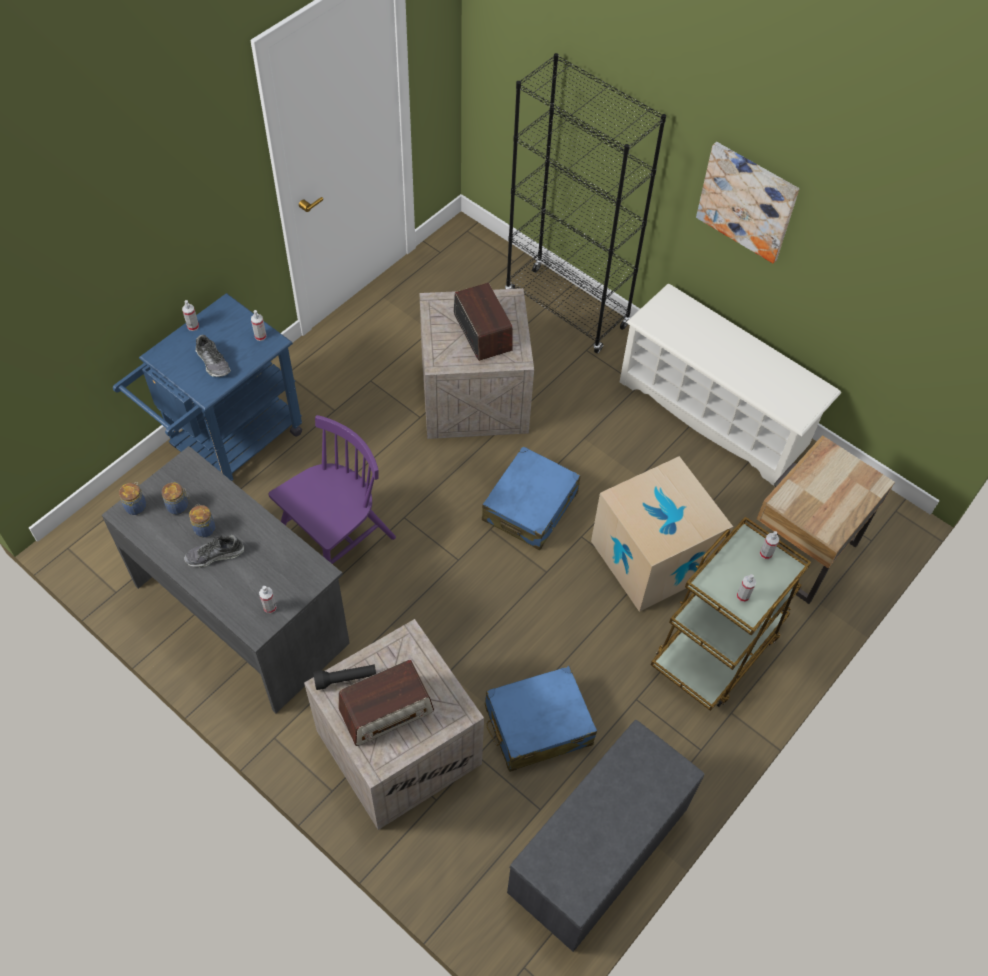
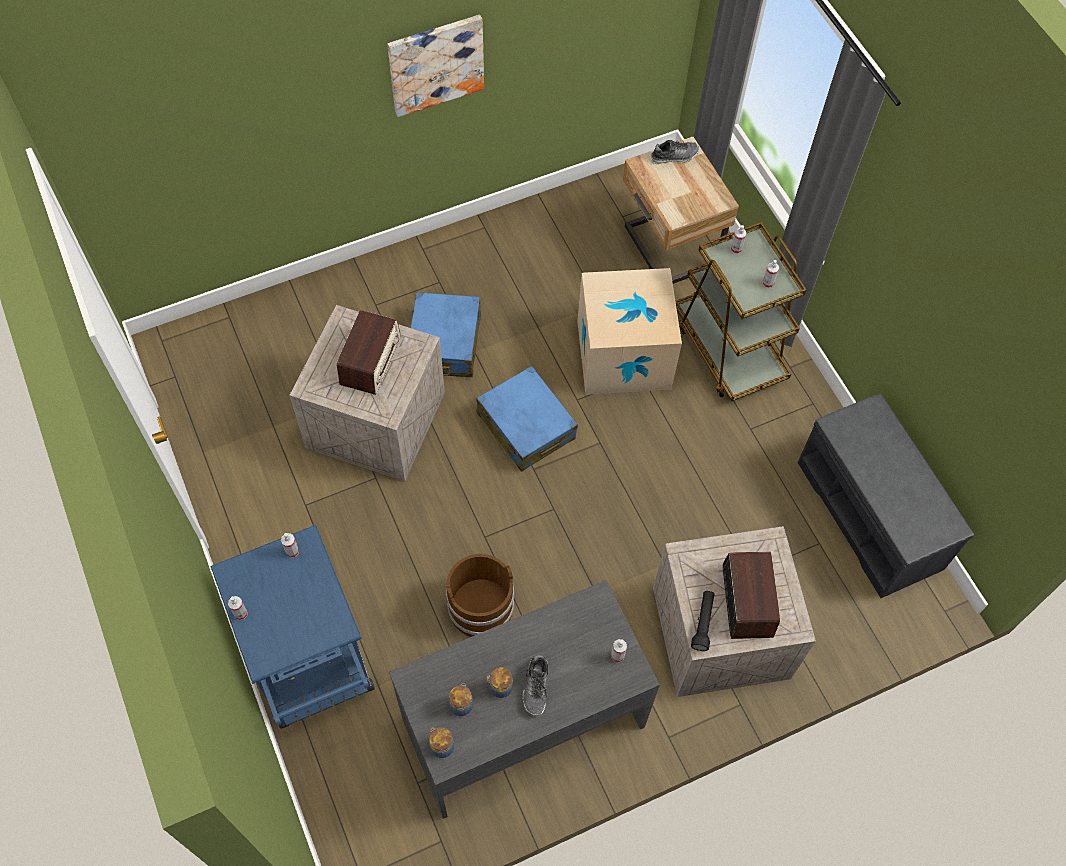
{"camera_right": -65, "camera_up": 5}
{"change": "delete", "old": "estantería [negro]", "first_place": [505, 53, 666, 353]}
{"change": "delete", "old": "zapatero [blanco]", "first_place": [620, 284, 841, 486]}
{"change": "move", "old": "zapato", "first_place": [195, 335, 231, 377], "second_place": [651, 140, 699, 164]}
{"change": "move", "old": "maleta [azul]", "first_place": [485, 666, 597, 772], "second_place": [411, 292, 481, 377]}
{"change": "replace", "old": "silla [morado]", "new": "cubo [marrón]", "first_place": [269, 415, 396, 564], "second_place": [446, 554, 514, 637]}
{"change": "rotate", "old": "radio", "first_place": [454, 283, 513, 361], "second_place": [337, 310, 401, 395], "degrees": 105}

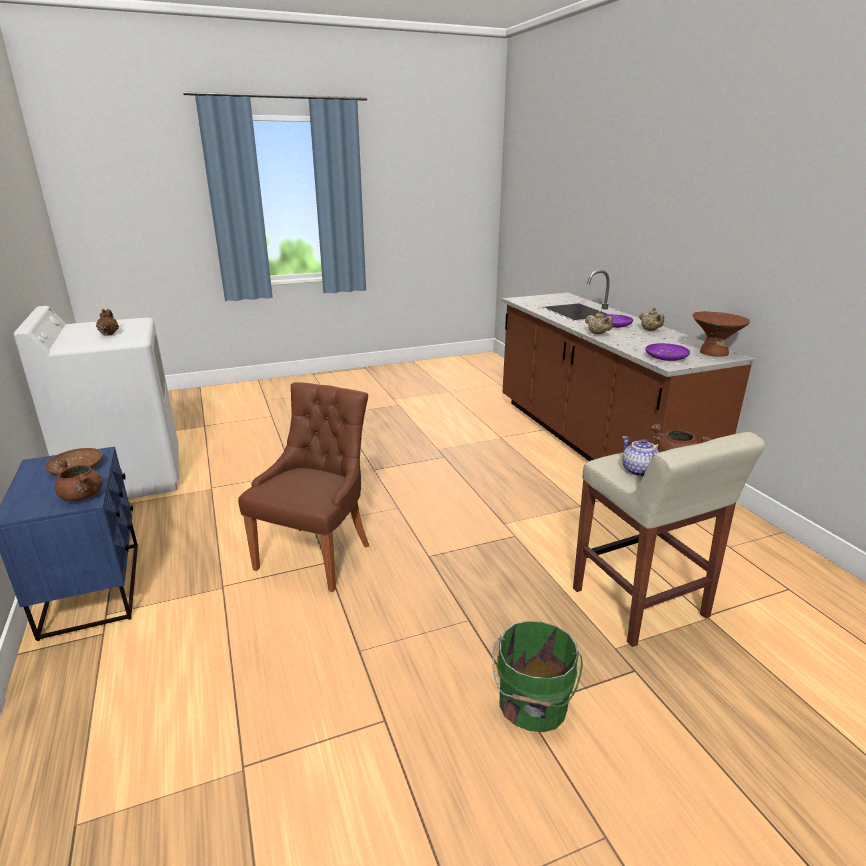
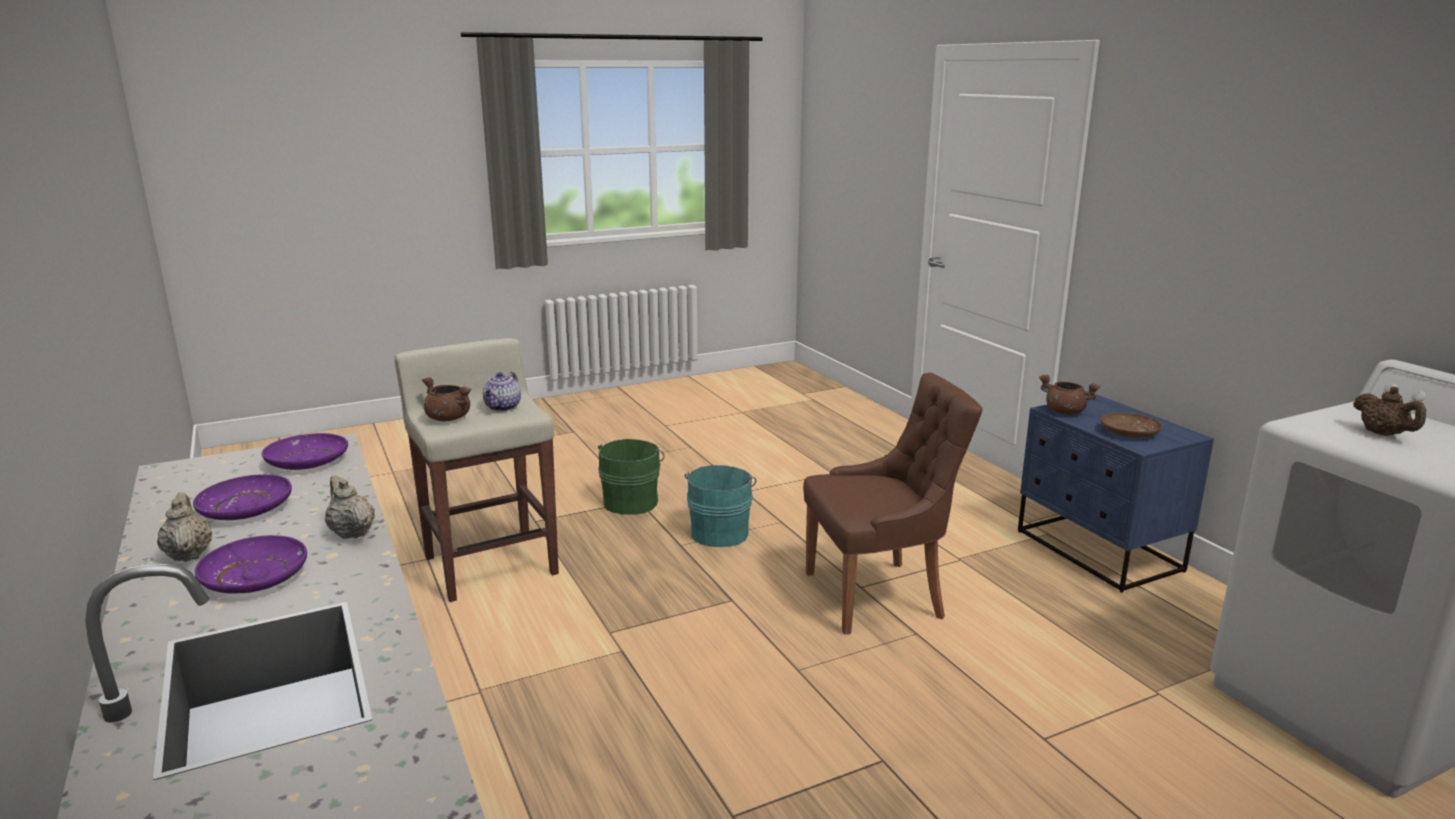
{"camera_right": 175, "camera_up": -5}
{"change": "delete", "old": "cuenco [marrón]", "first_place": [692, 311, 750, 357]}
{"change": "insert", "new": "plato [morado]", "second_place": [193, 474, 292, 520]}
{"change": "insert", "new": "cubo [turquesa]", "second_place": [685, 465, 756, 547]}
{"change": "rotate", "old": "silla [marrón]", "first_place": [238, 382, 369, 592], "second_place": [803, 373, 982, 634], "degrees": -120}
{"change": "rotate", "old": "tetera", "first_place": [622, 436, 659, 477], "second_place": [483, 372, 521, 412], "degrees": 45}

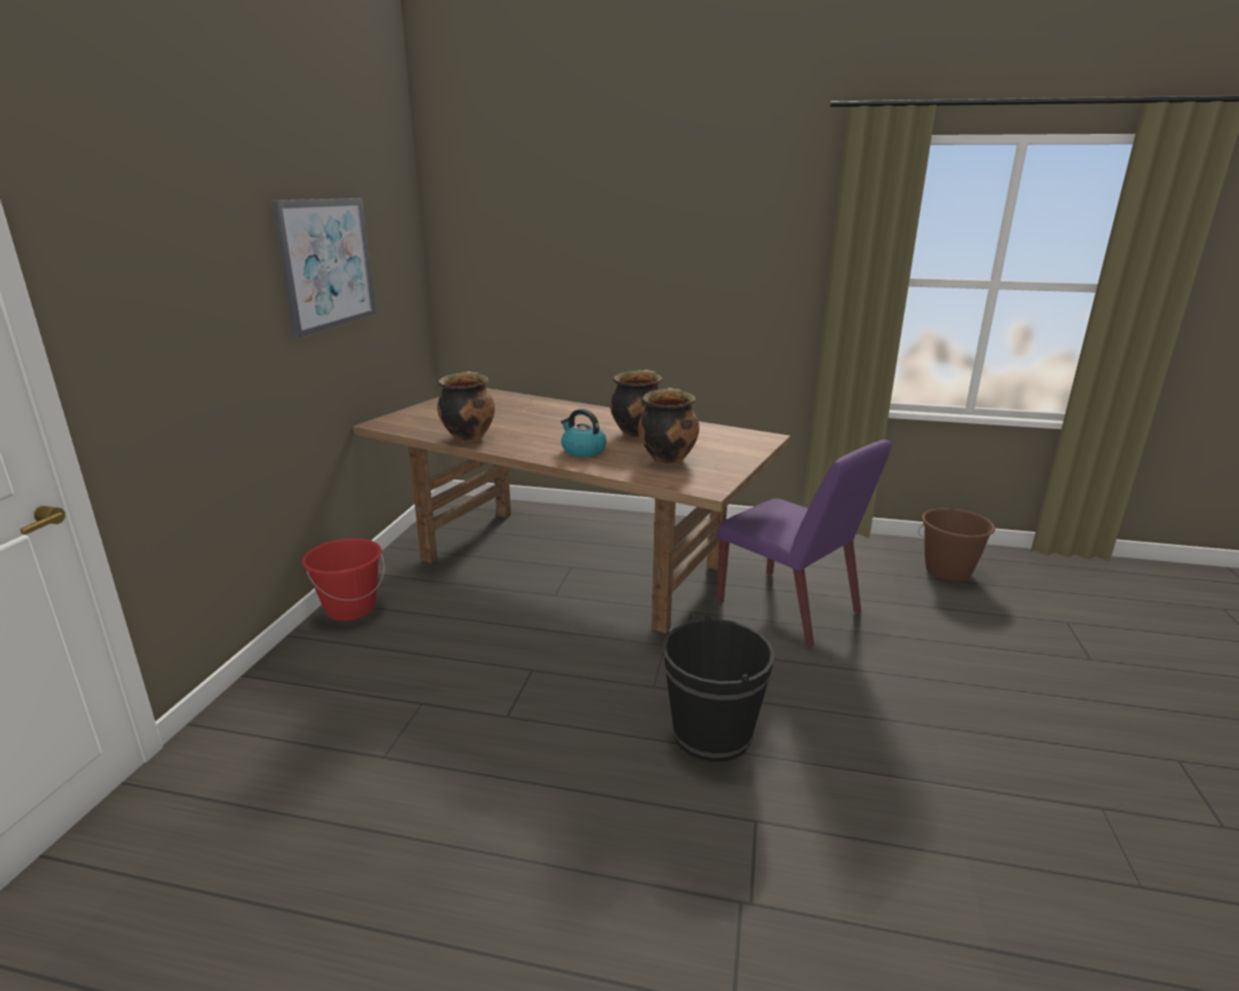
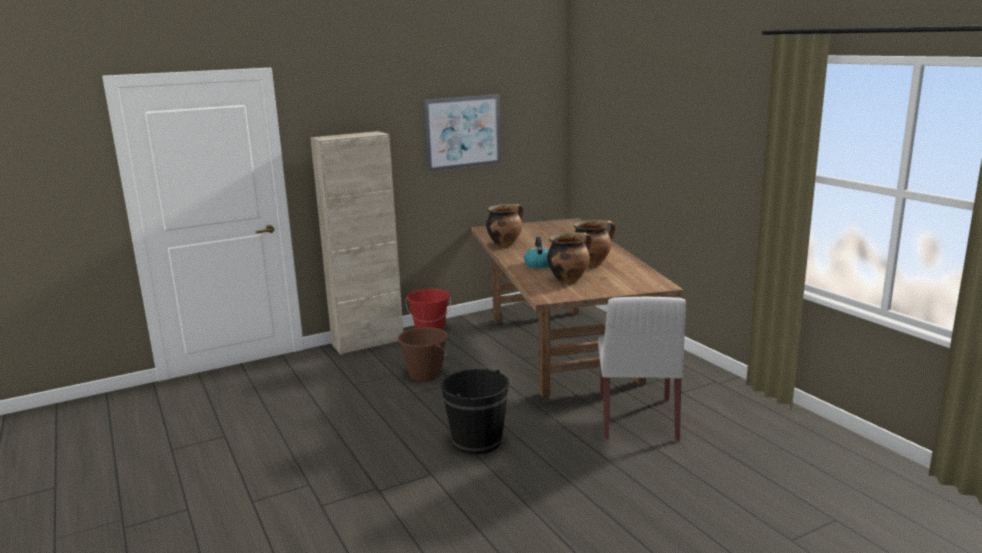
{"camera_right": 50, "camera_up": -5}
{"change": "insert", "new": "armario [beis]", "second_place": [310, 131, 403, 355]}
{"change": "move", "old": "cubo [marrón]", "first_place": [918, 508, 995, 582], "second_place": [398, 327, 448, 381]}
{"change": "recolor", "old": "silla [morado]", "new": "silla [blanco]", "first_place": [716, 440, 892, 648], "second_place": [598, 297, 686, 441]}

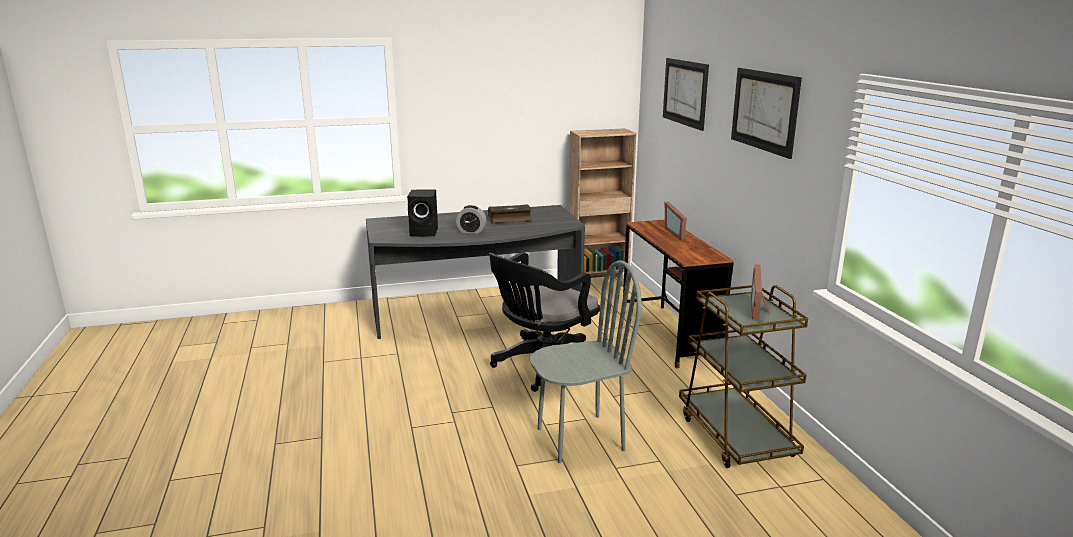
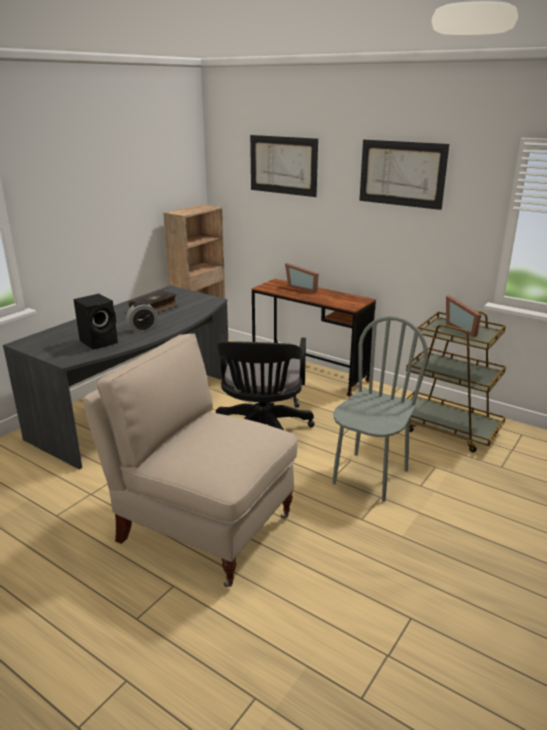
{"camera_right": -40, "camera_up": 5}
{"change": "insert", "new": "silla [beis]", "second_place": [83, 333, 298, 587]}

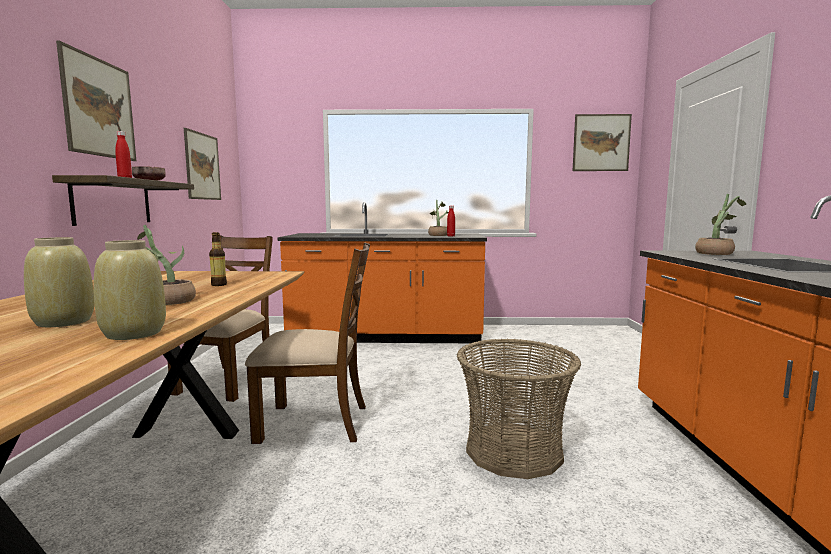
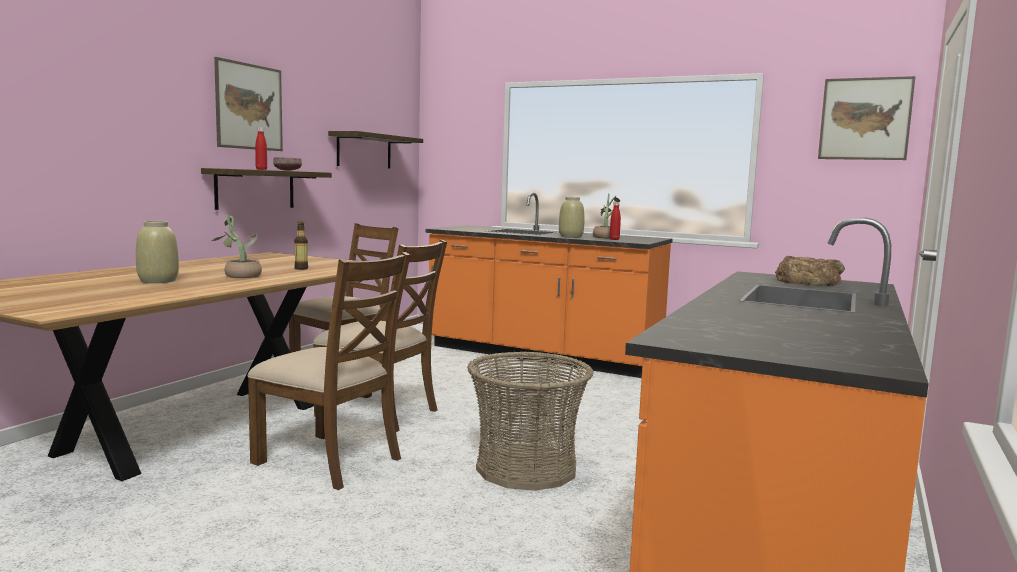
{"camera_right": 25, "camera_up": 0}
{"change": "insert", "new": "silla [marrón]", "second_place": [248, 252, 411, 490]}
{"change": "move", "old": "florero [beis]", "first_place": [94, 240, 166, 340], "second_place": [559, 197, 584, 238]}
{"change": "replace", "old": "cuadro", "new": "estante", "first_place": [184, 128, 221, 200], "second_place": [328, 131, 423, 169]}
{"change": "replace", "old": "planta en maceta", "new": "pan", "first_place": [695, 194, 746, 255], "second_place": [775, 256, 845, 286]}

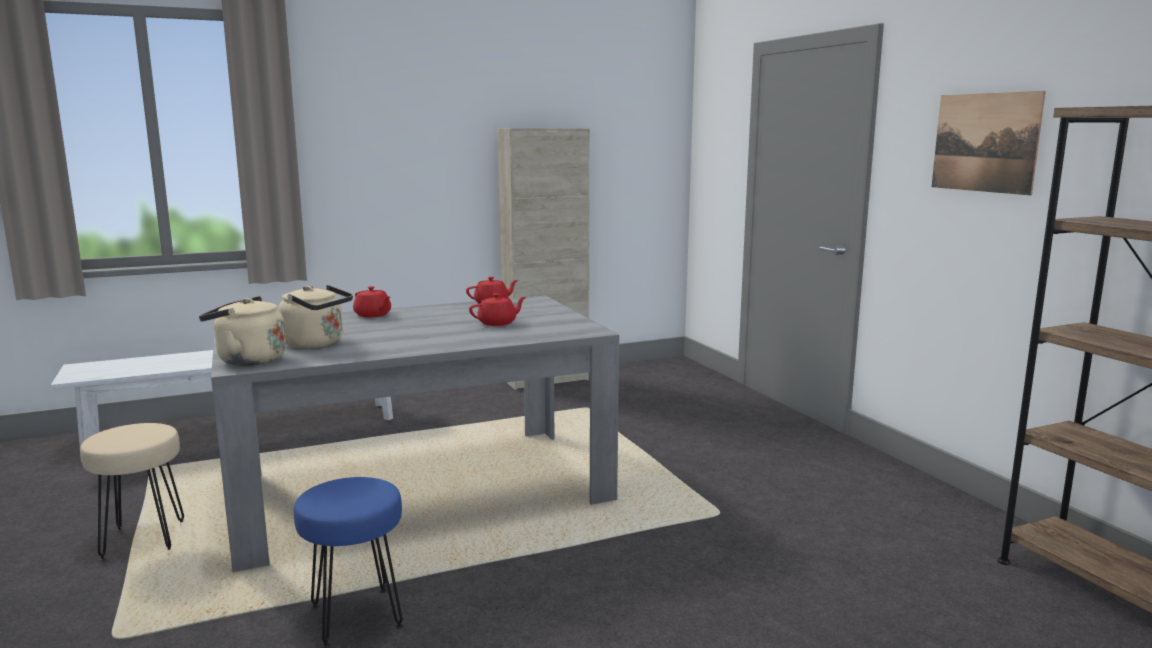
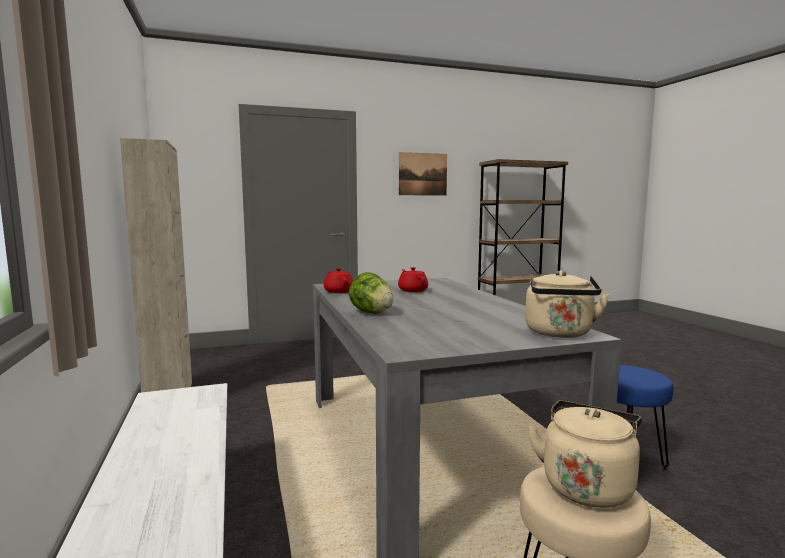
{"camera_right": -85, "camera_up": -5}
{"change": "move", "old": "hervidor [beis]", "first_place": [278, 285, 353, 348], "second_place": [527, 400, 642, 508]}
{"change": "replace", "old": "tetera [rojo]", "new": "lechuga", "first_place": [353, 286, 391, 317], "second_place": [349, 272, 394, 314]}

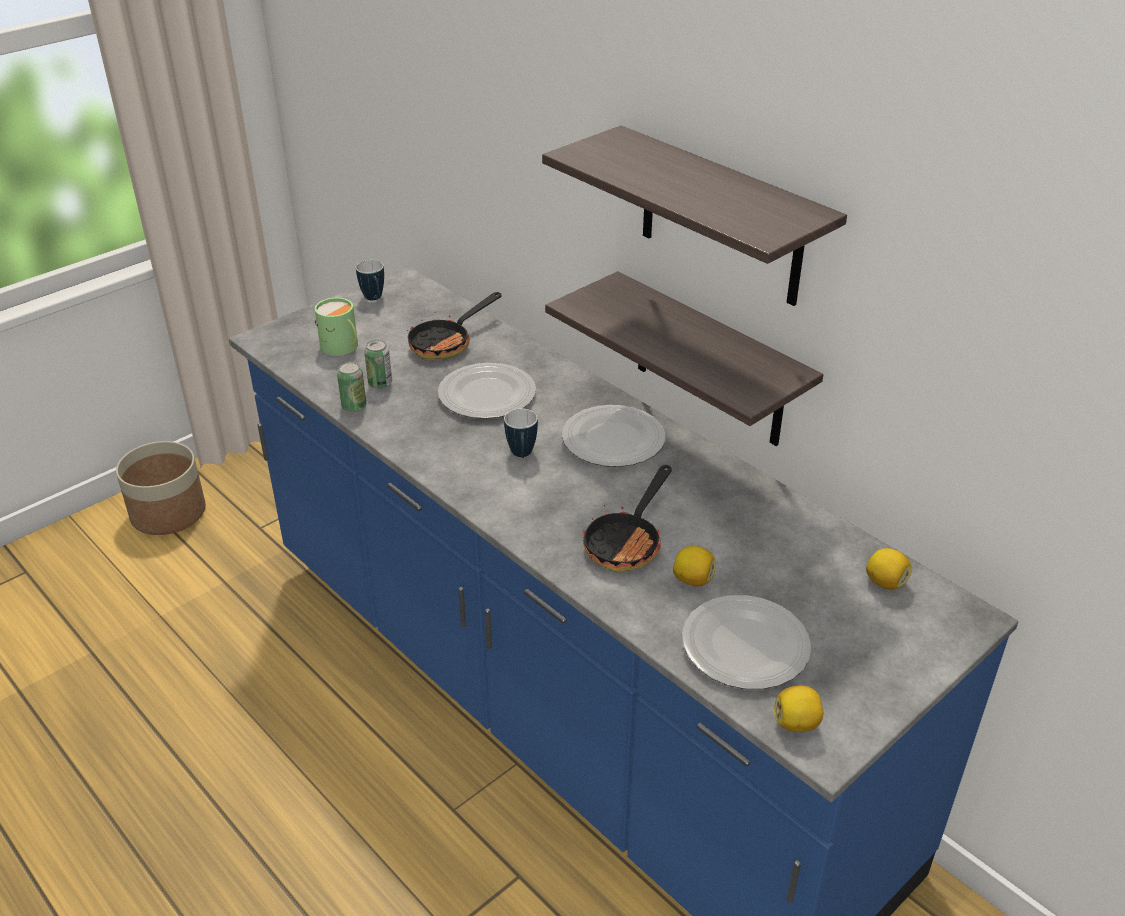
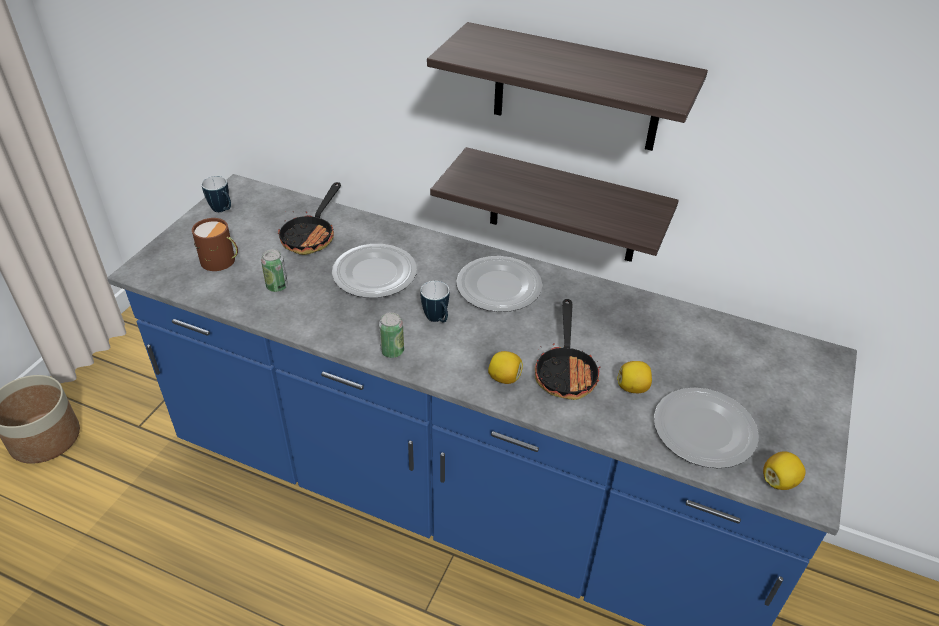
{"camera_right": -25, "camera_up": 5}
{"change": "move", "old": "lata", "first_place": [337, 362, 366, 412], "second_place": [379, 312, 404, 358]}
{"change": "move", "old": "limón", "first_place": [866, 548, 912, 590], "second_place": [488, 351, 523, 384]}
{"change": "recolor", "old": "taza grande [verde]", "new": "taza grande [marrón]", "first_place": [315, 298, 358, 356], "second_place": [192, 218, 238, 271]}

